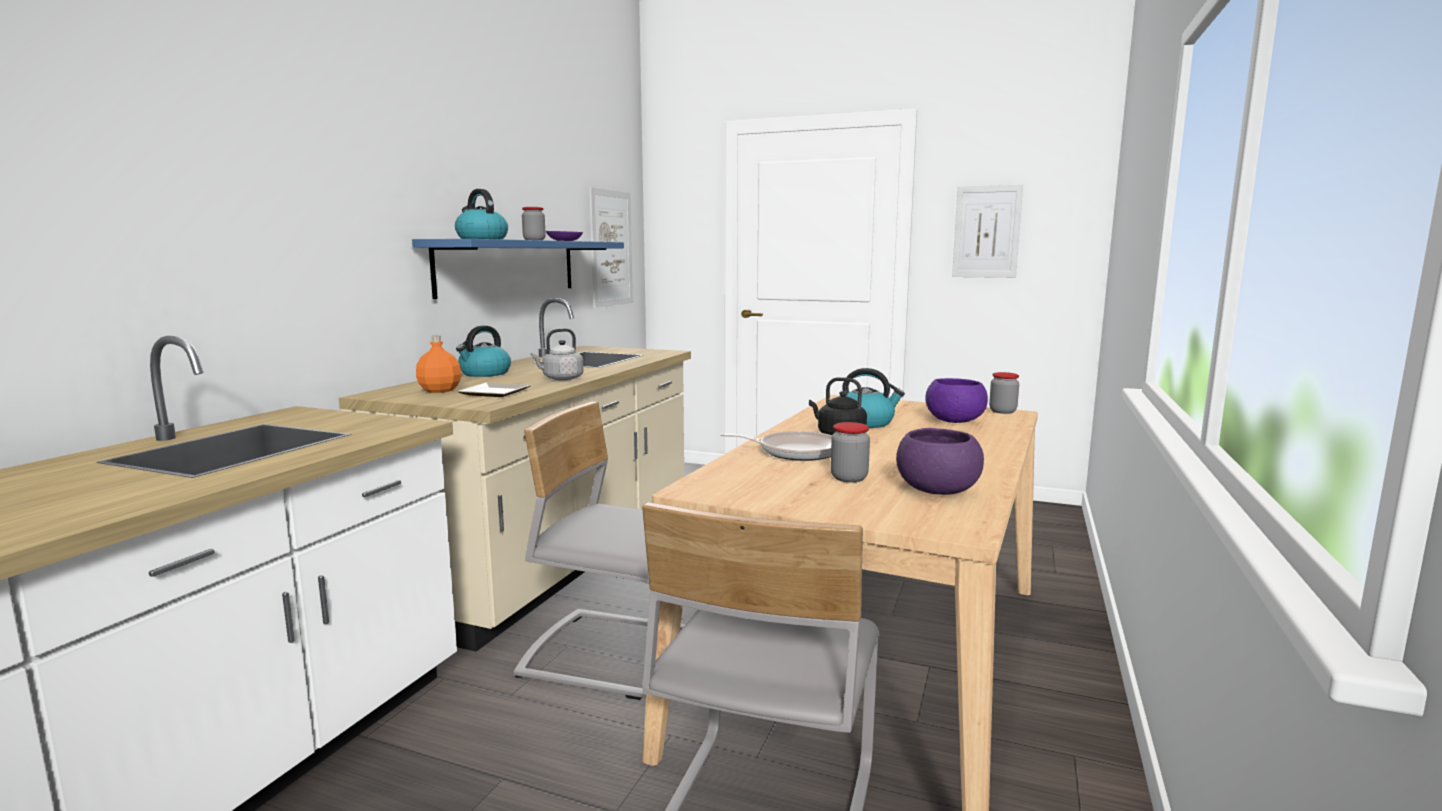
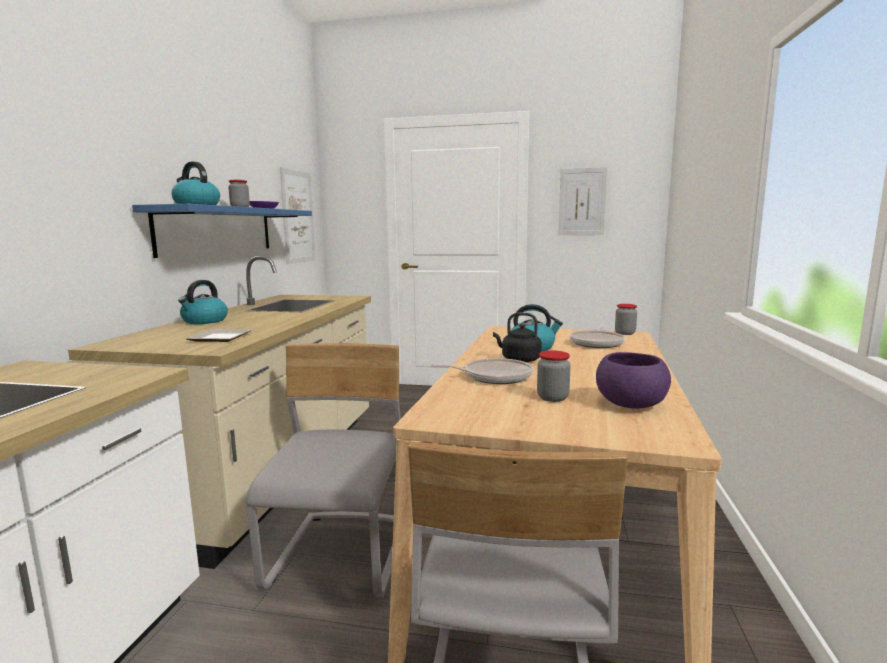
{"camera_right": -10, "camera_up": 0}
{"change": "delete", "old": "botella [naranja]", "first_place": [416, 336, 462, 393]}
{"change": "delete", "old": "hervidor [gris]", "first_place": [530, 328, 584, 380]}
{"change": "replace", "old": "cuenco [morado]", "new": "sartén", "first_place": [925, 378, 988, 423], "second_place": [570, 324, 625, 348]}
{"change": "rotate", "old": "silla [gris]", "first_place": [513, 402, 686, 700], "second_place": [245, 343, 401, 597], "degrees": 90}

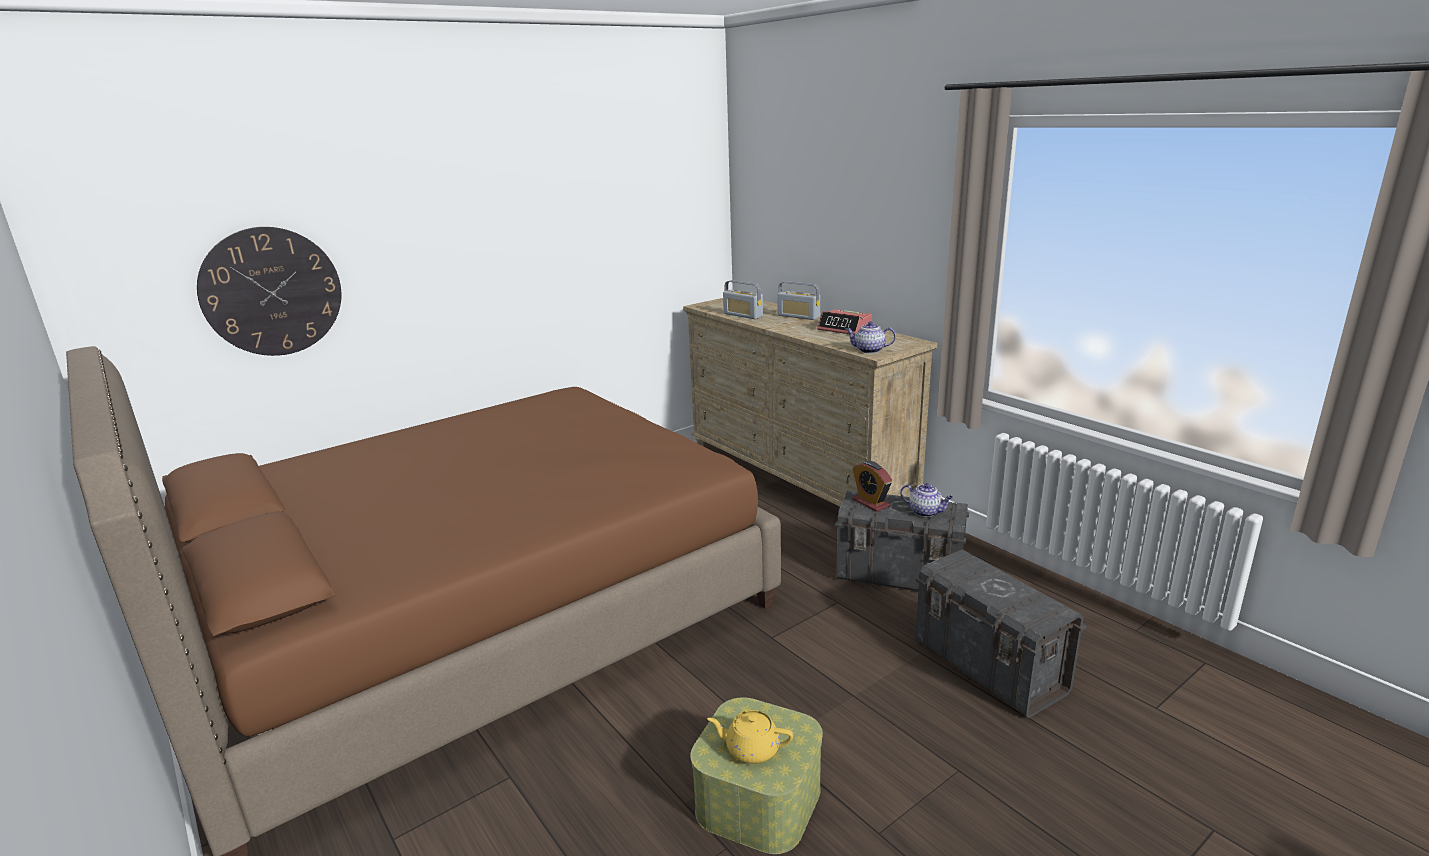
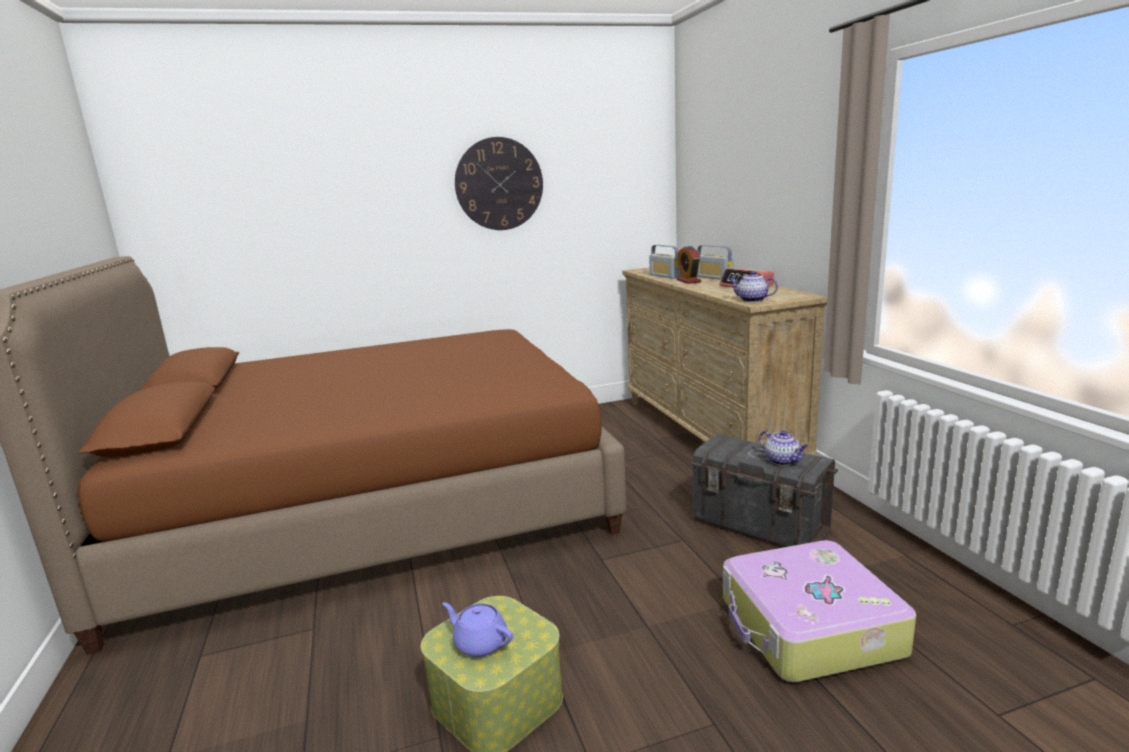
{"camera_right": 20, "camera_up": -5}
{"change": "move", "old": "reloj de pared", "first_place": [197, 227, 341, 356], "second_place": [455, 137, 543, 230]}
{"change": "move", "old": "despertador", "first_place": [852, 461, 892, 512], "second_place": [676, 246, 701, 284]}
{"change": "replace", "old": "caja de almacenaje [gris]", "new": "maleta", "first_place": [915, 549, 1087, 718], "second_place": [723, 540, 916, 682]}
{"change": "recolor", "old": "tetera [amarillo]", "new": "tetera [morado]", "first_place": [707, 710, 793, 764], "second_place": [442, 602, 513, 657]}

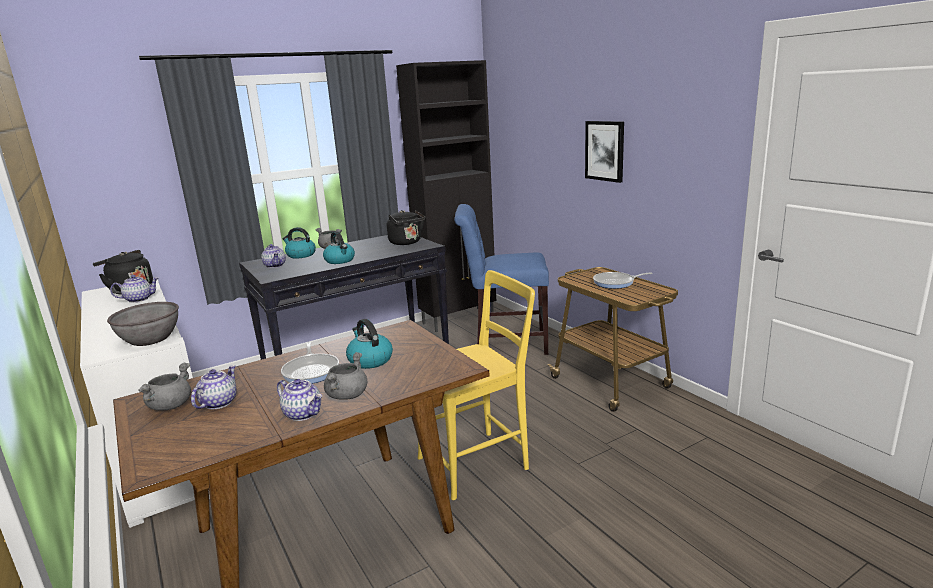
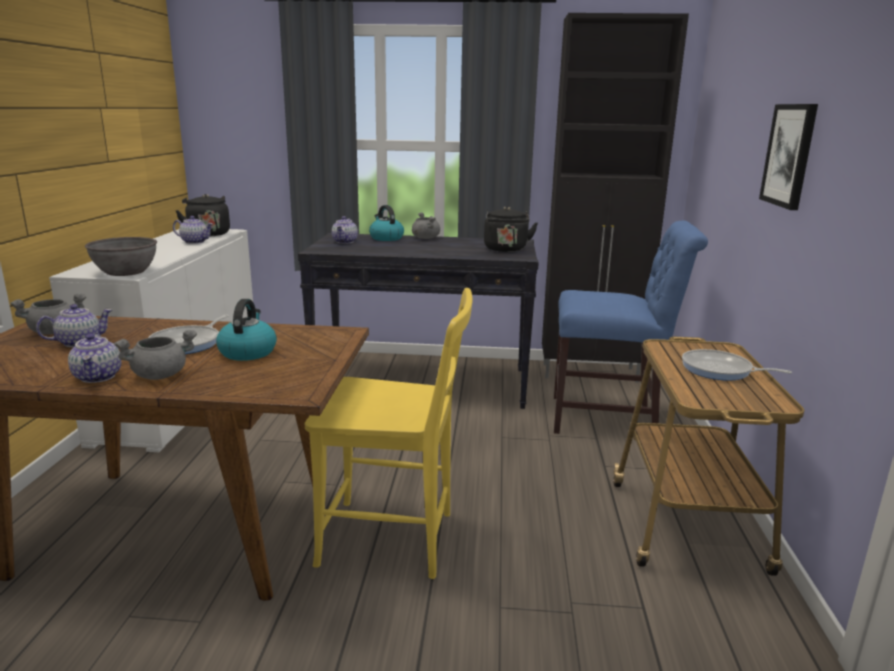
{"camera_right": 35, "camera_up": 0}
{"change": "delete", "old": "hervidor", "first_place": [323, 231, 355, 264]}
{"change": "rotate", "old": "silla [azul]", "first_place": [454, 204, 549, 355], "second_place": [554, 220, 708, 434], "degrees": 150}

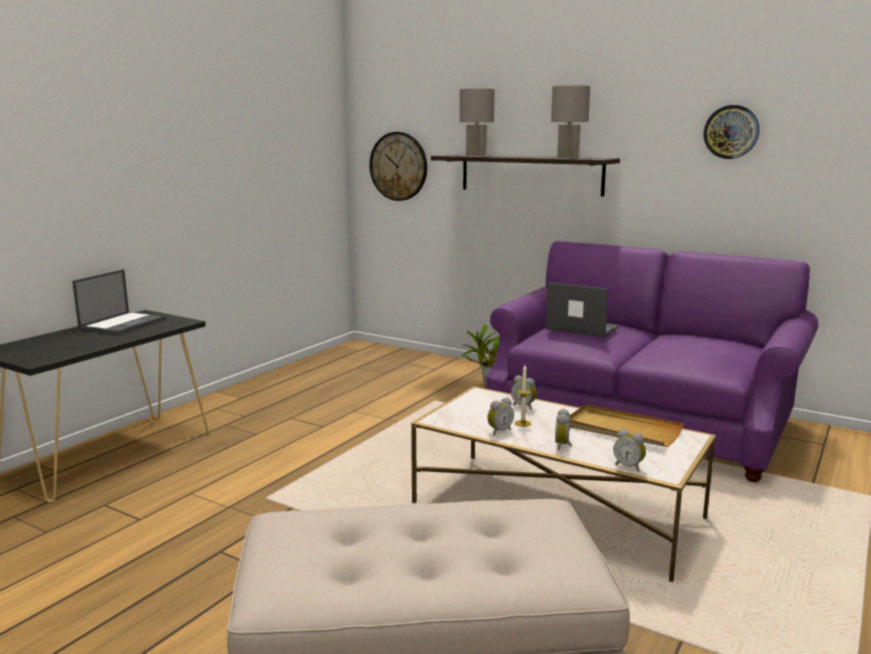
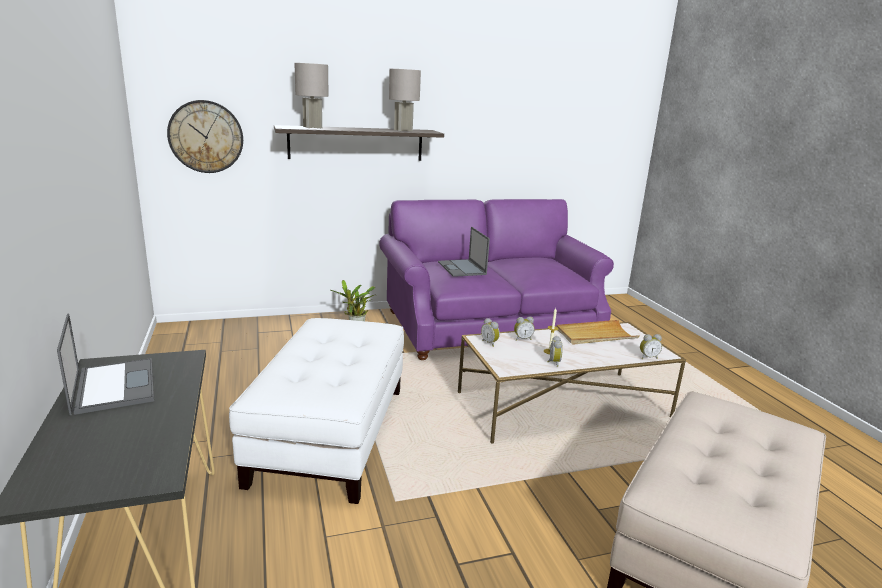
{"camera_right": -50, "camera_up": 5}
{"change": "delete", "old": "reloj de pared", "first_place": [703, 105, 759, 159]}
{"change": "insert", "new": "puf [blanco]", "second_place": [229, 318, 404, 504]}
{"change": "move", "old": "despertador", "first_place": [555, 409, 572, 450], "second_place": [481, 318, 500, 347]}
{"change": "rotate", "old": "portátil", "first_place": [546, 282, 619, 338], "second_place": [438, 227, 490, 277], "degrees": -90}

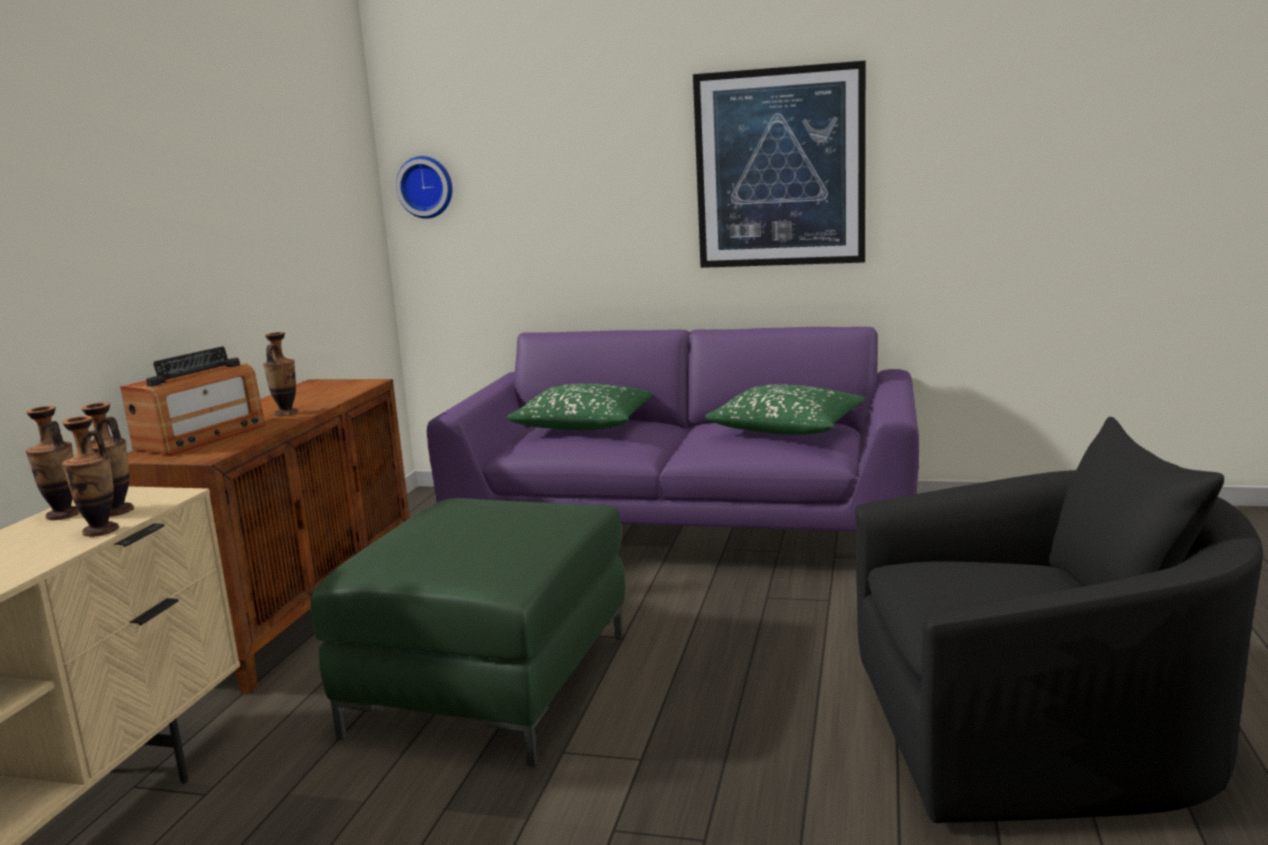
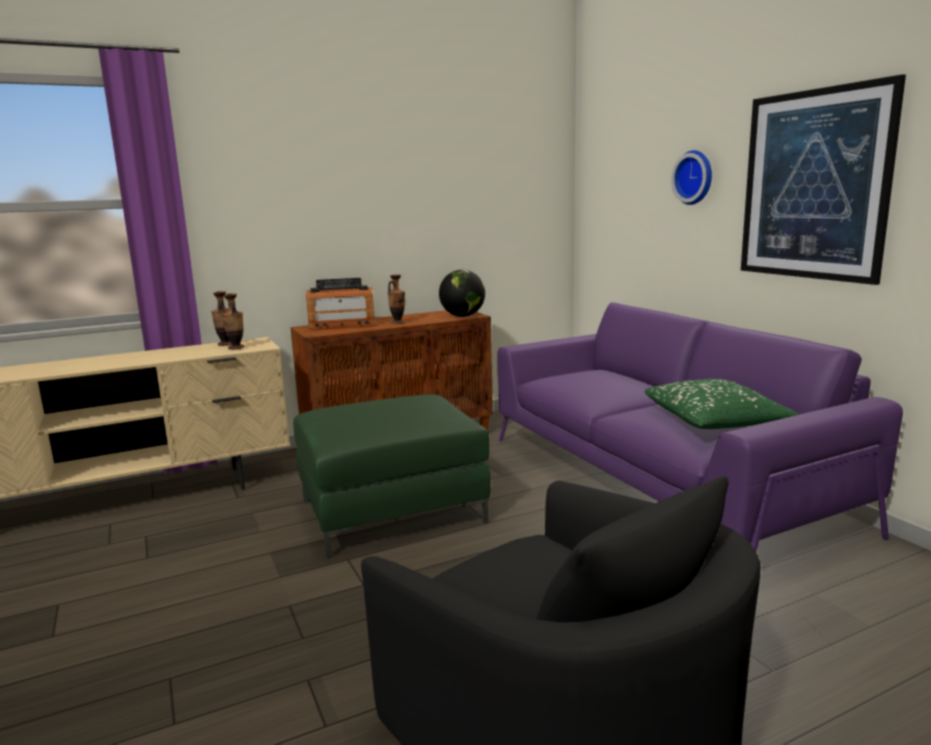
{"camera_right": 50, "camera_up": 0}
{"change": "delete", "old": "florero", "first_place": [62, 416, 119, 537]}
{"change": "delete", "old": "cojín [verde]", "first_place": [507, 384, 652, 430]}
{"change": "insert", "new": "globo terráqueo", "second_place": [439, 270, 485, 316]}
{"change": "move", "old": "reloj de pared", "first_place": [396, 156, 452, 219], "second_place": [671, 150, 712, 205]}

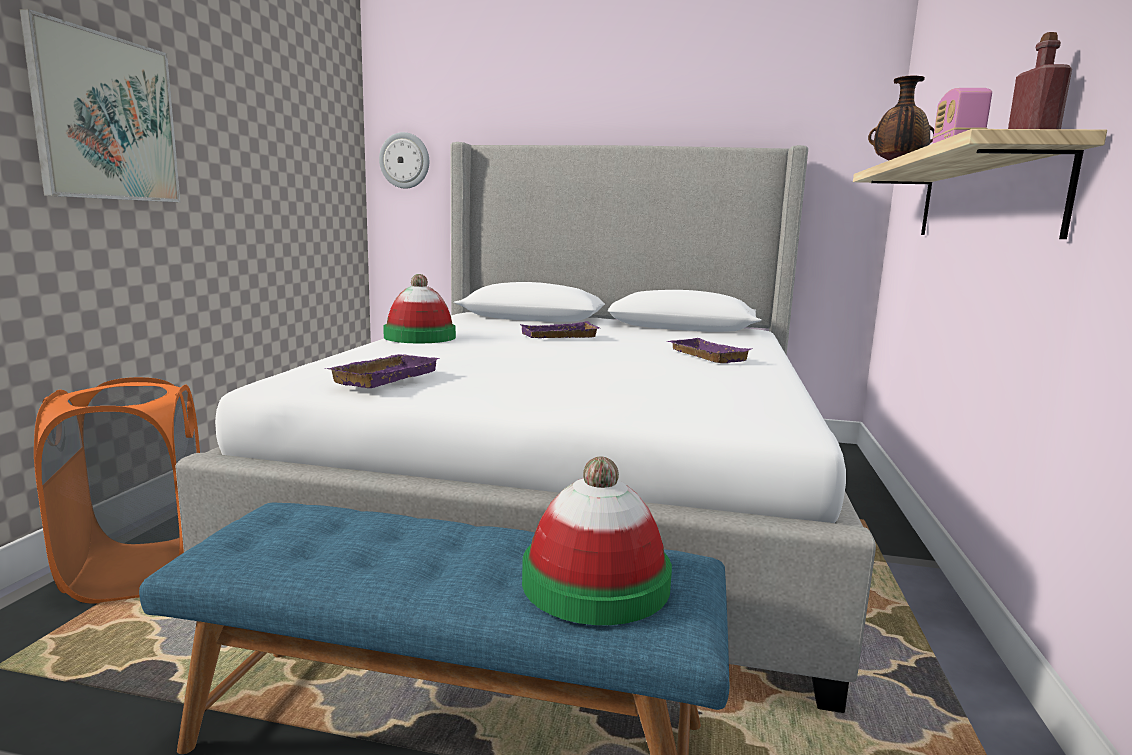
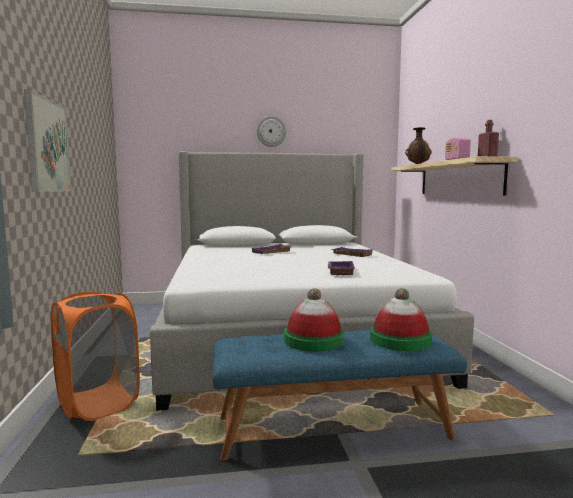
{"camera_right": -20, "camera_up": -5}
{"change": "move", "old": "bandeja [morado]", "first_place": [326, 354, 440, 388], "second_place": [328, 261, 355, 275]}
{"change": "move", "old": "reloj de pared", "first_place": [379, 132, 429, 189], "second_place": [256, 116, 287, 147]}
{"change": "move", "old": "sombrero", "first_place": [383, 274, 456, 343], "second_place": [284, 288, 344, 352]}

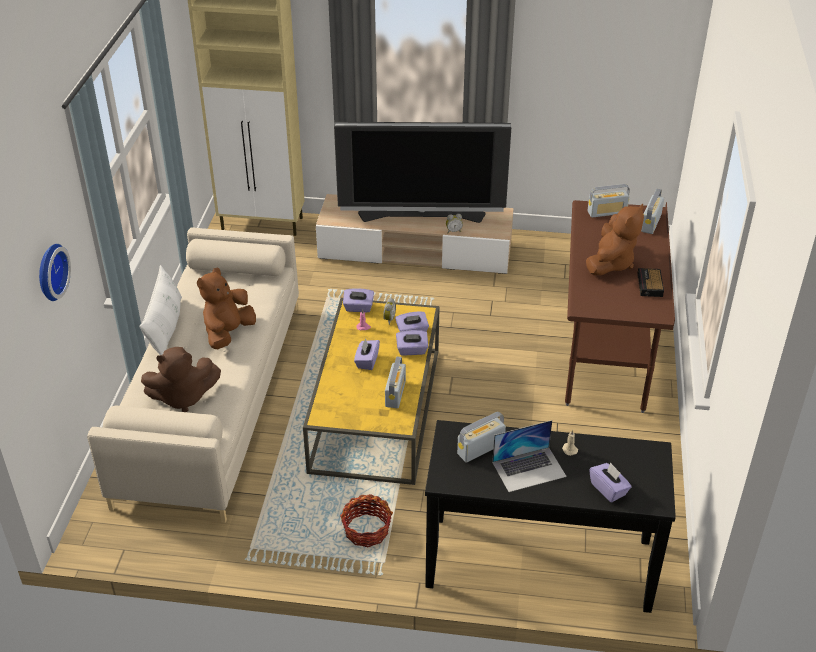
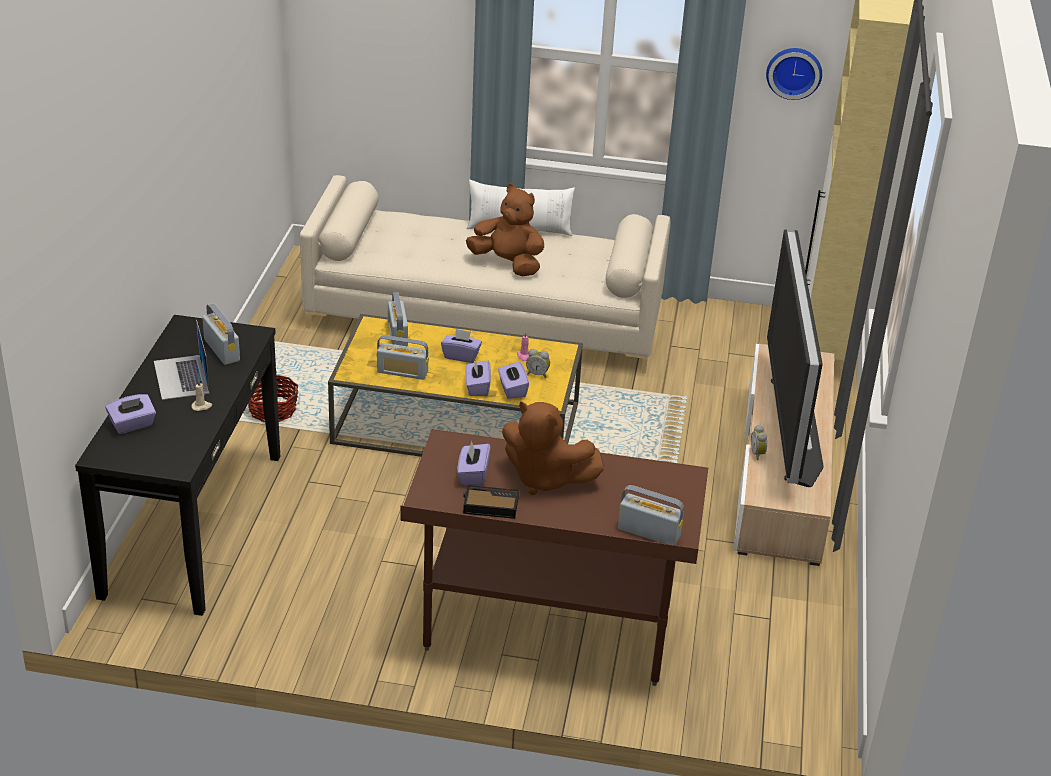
{"camera_right": 90, "camera_up": -5}
{"change": "delete", "old": "peluche [marrón]", "first_place": [141, 347, 221, 412]}
{"change": "move", "old": "reloj de pared", "first_place": [39, 244, 71, 301], "second_place": [766, 48, 822, 100]}
{"change": "move", "old": "caja de pañuelos [morado]", "first_place": [343, 288, 374, 312], "second_place": [457, 441, 490, 486]}
{"change": "move", "old": "radio", "first_place": [587, 184, 630, 218], "second_place": [388, 292, 408, 346]}

